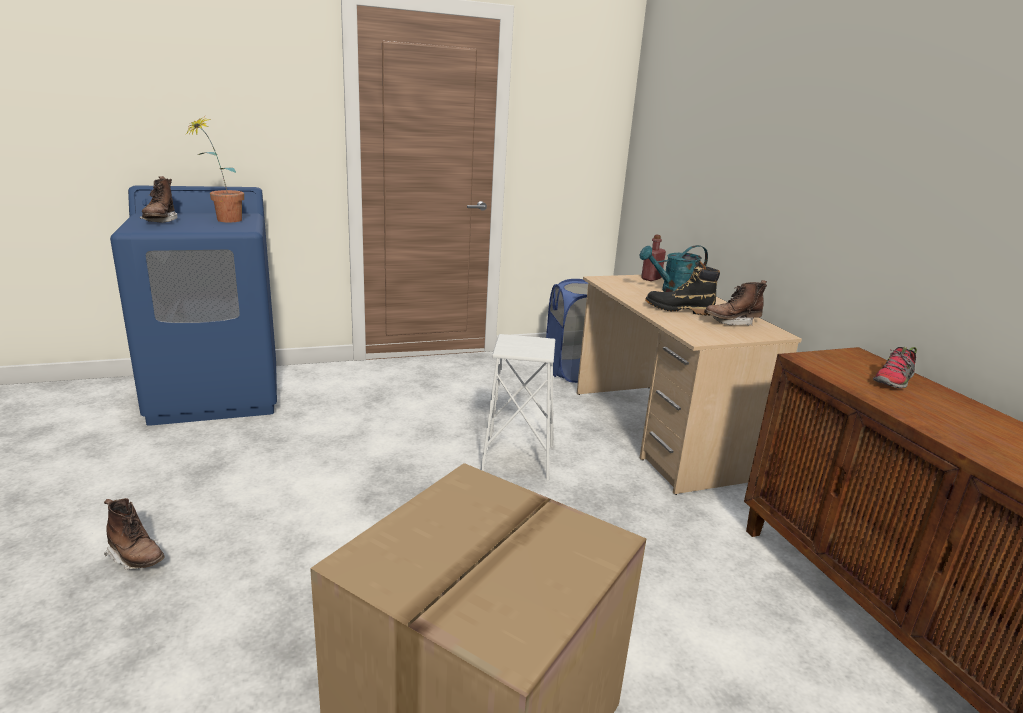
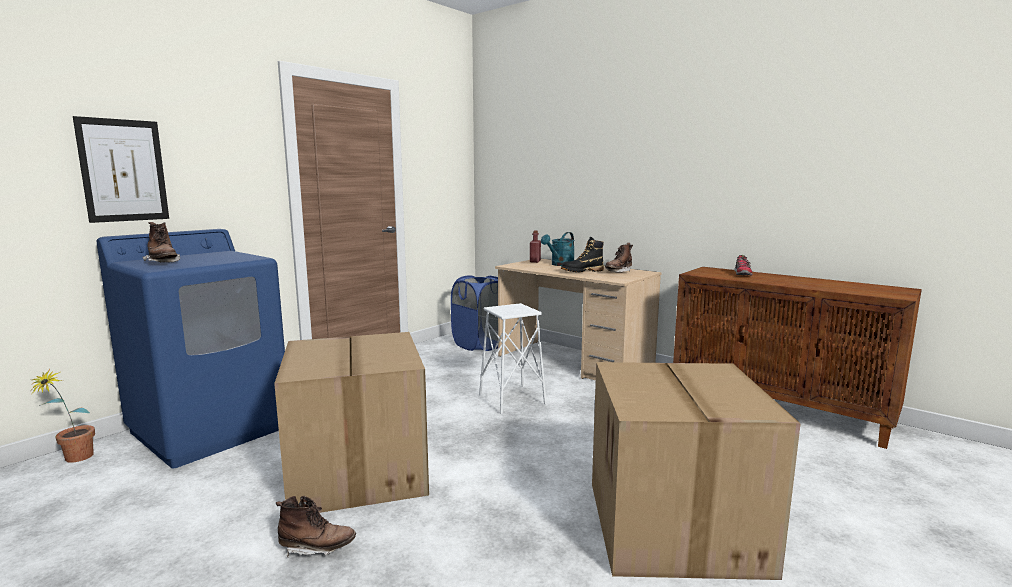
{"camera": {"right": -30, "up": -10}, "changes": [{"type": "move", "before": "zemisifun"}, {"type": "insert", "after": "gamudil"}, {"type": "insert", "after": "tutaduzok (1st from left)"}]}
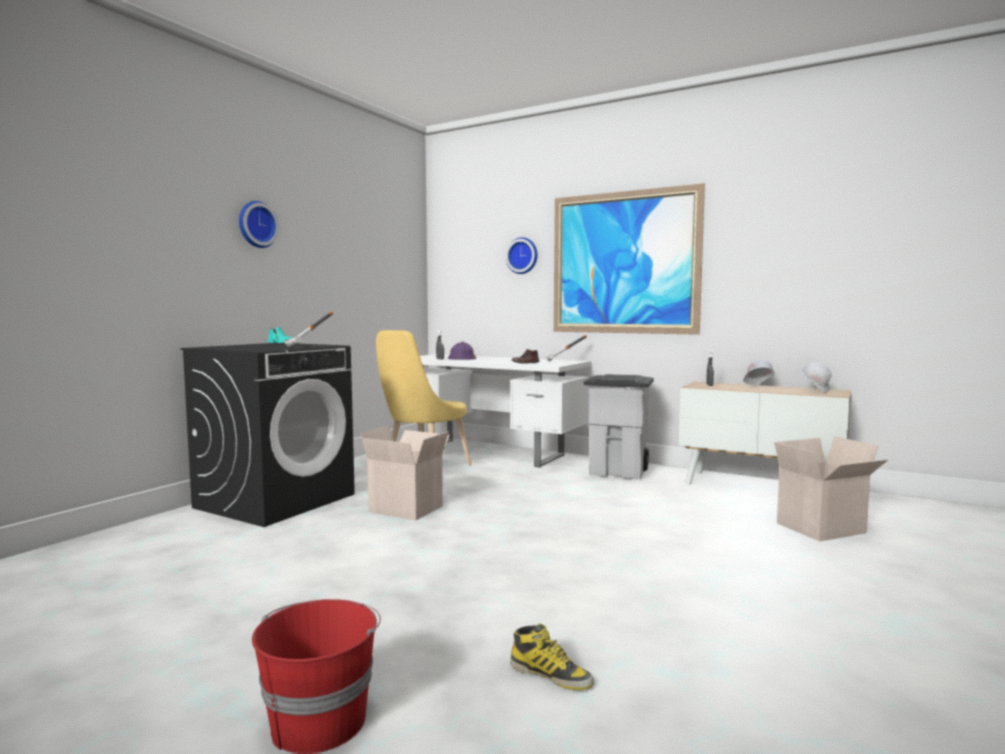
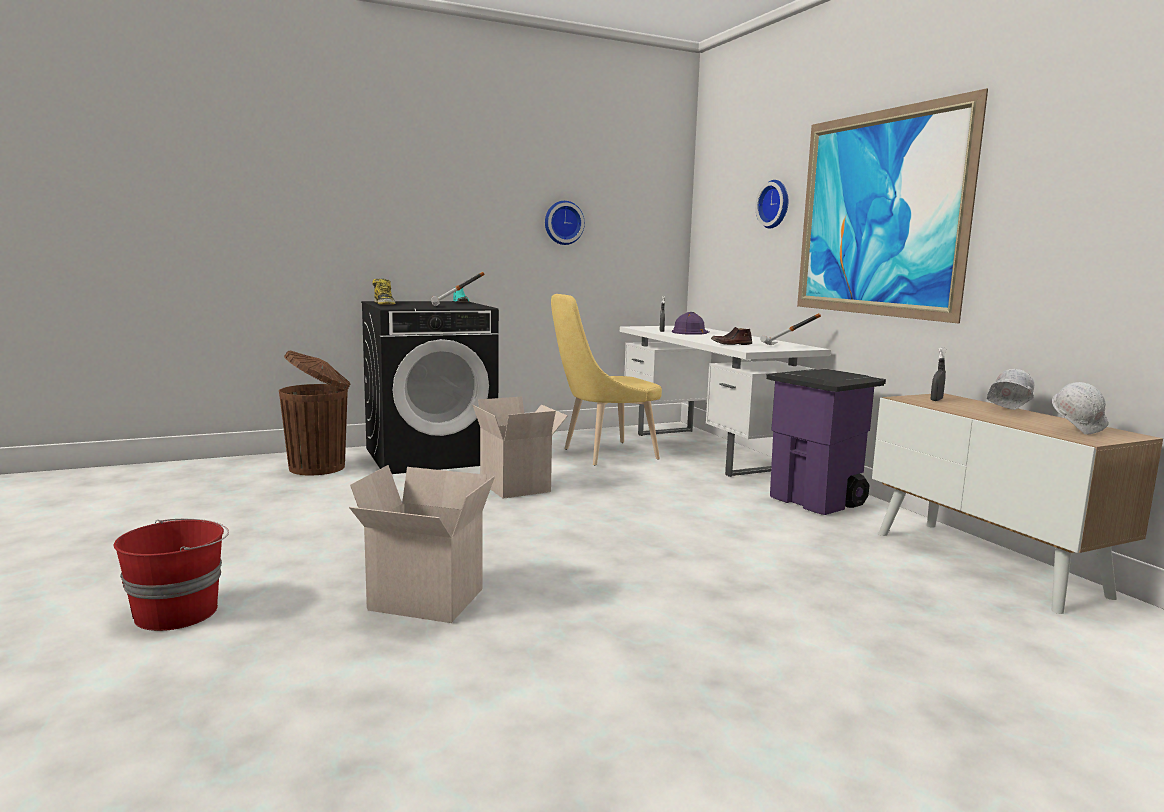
{"camera": {"right": 35, "up": 5}, "changes": [{"type": "move", "before": "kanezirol (1st from left)"}, {"type": "recolor", "before": "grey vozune", "after": "purple vozune"}, {"type": "move", "before": "tutaduzok (2nd from left in the first image)", "after": "tutaduzok (1st from left)"}, {"type": "move", "before": "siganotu"}, {"type": "insert", "after": "brown vozune"}]}
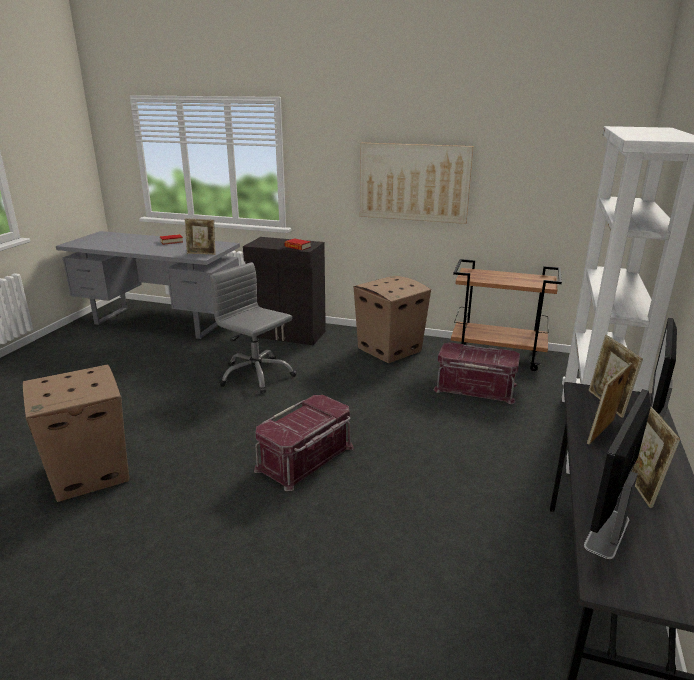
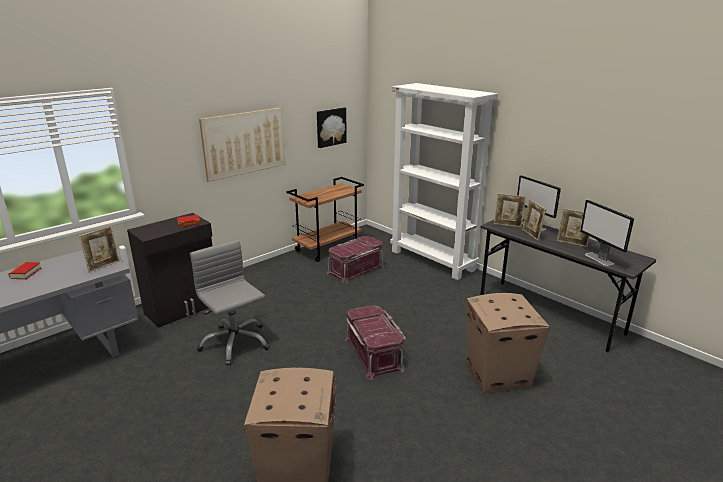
{"camera": {"right": -60, "up": 0}, "changes": [{"type": "rotate", "before": "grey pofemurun", "turn": 75}, {"type": "move", "before": "tutaduzok (2nd from left)"}, {"type": "insert", "after": "gamudil (2nd from left)"}]}
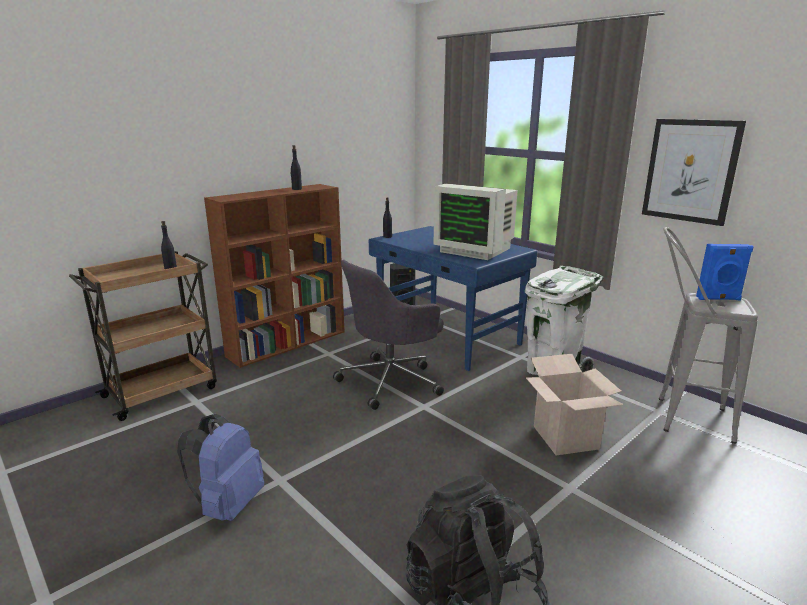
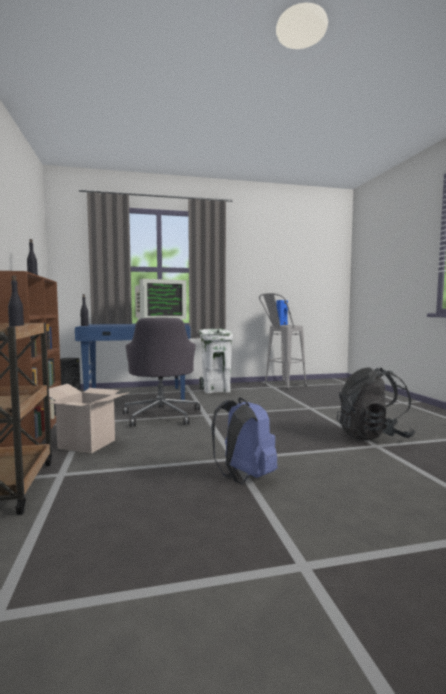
{"camera": {"right": -60, "up": -15}, "changes": [{"type": "delete", "before": "gamudil"}, {"type": "move", "before": "tutaduzok"}]}
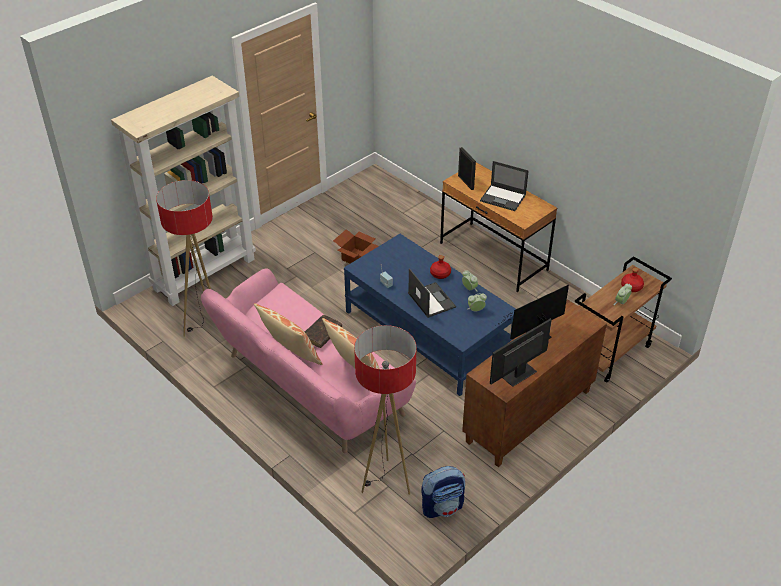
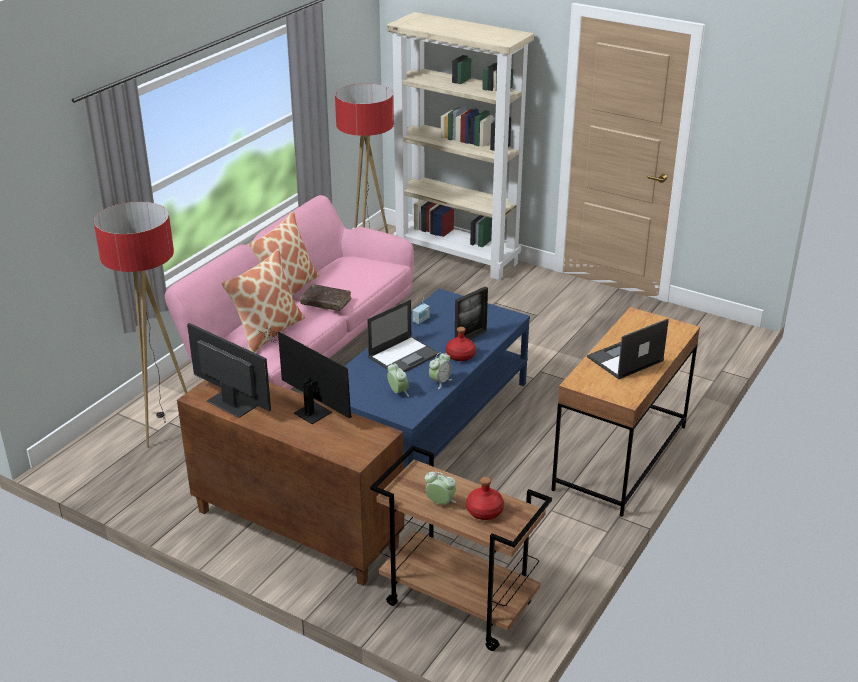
{"camera": {"right": 75, "up": -10}, "changes": [{"type": "move", "before": "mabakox"}, {"type": "rotate", "before": "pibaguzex (2nd from left)", "turn": 45}, {"type": "delete", "before": "tutaduzok"}, {"type": "delete", "before": "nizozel"}]}
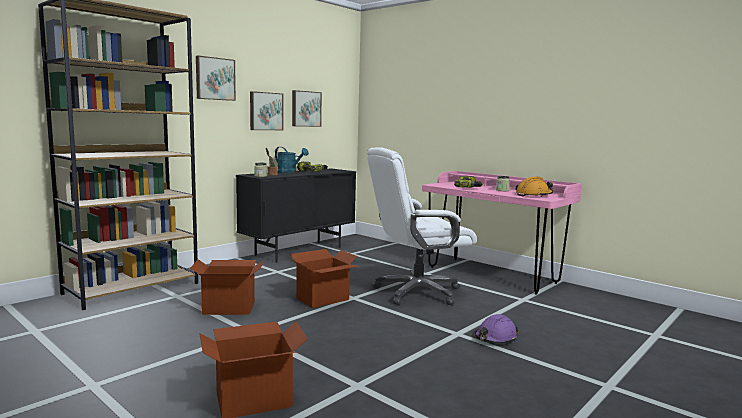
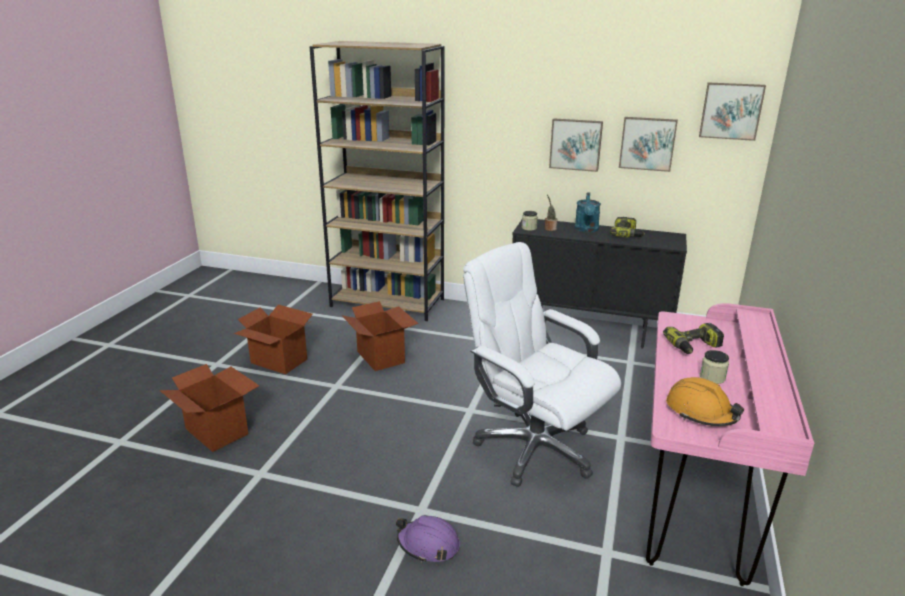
{"camera": {"right": 65, "up": 15}, "changes": [{"type": "move", "before": "gamudil (1st from left in the first image)", "after": "gamudil (3rd from left)"}, {"type": "move", "before": "tutaduzok (3rd from left in the first image)", "after": "tutaduzok (2nd from left)"}]}
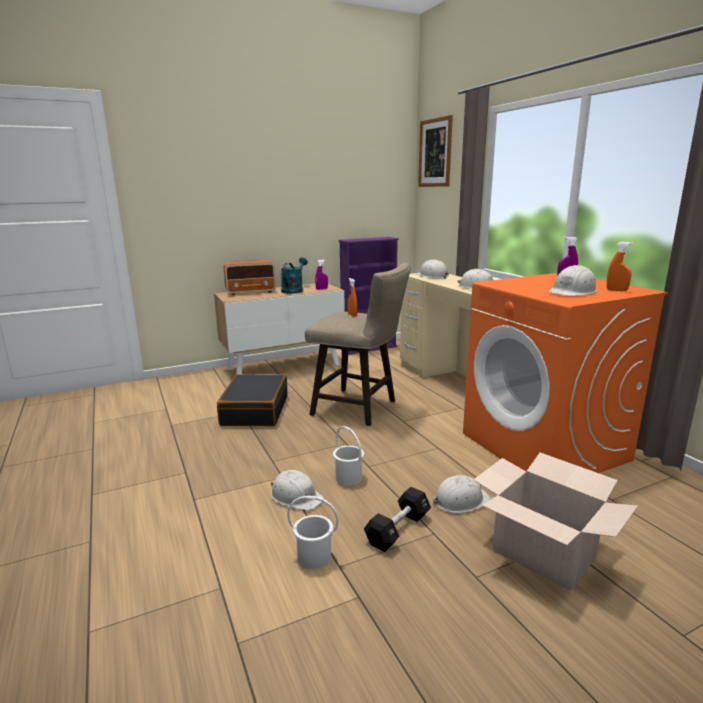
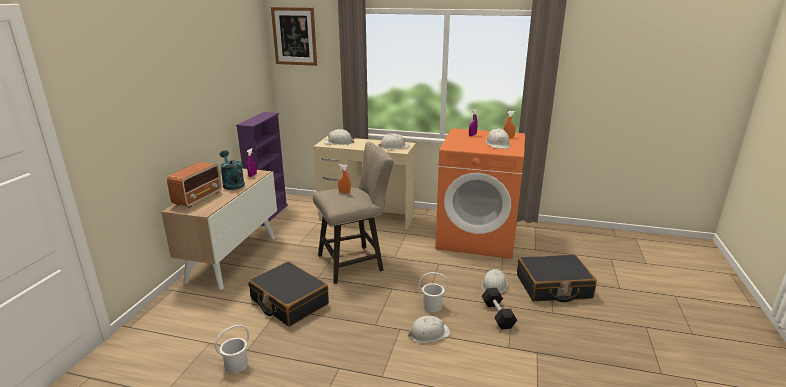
{"camera": {"right": -50, "up": 5}, "changes": [{"type": "replace", "before": "tutaduzok", "after": "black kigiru (2nd from left)"}, {"type": "move", "before": "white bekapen (1st from left)"}]}
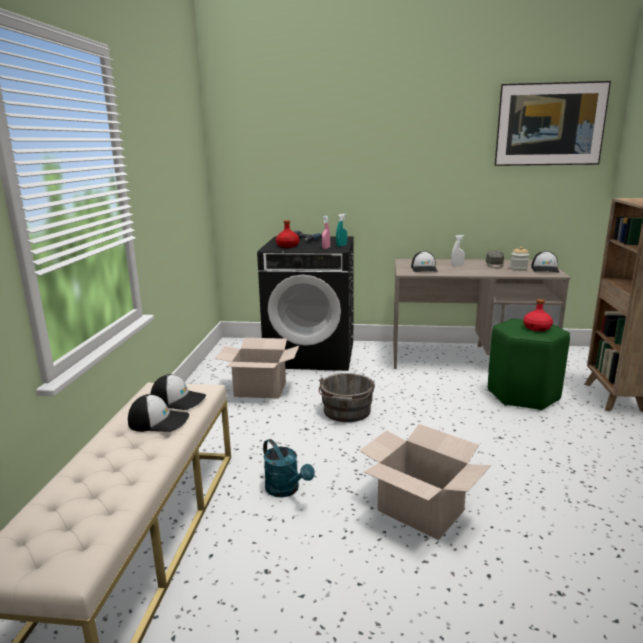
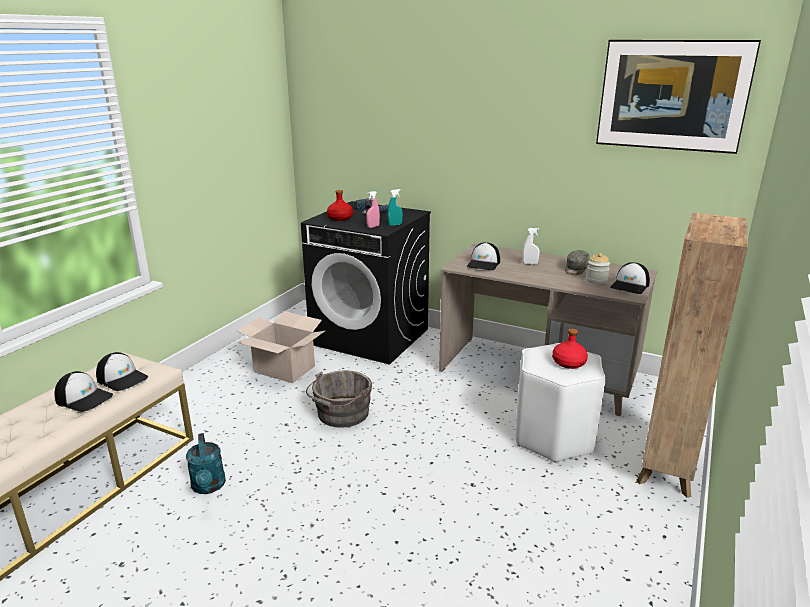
{"camera": {"right": 20, "up": 5}, "changes": [{"type": "recolor", "before": "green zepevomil", "after": "white zepevomil"}, {"type": "delete", "before": "tutaduzok (2nd from left)"}]}
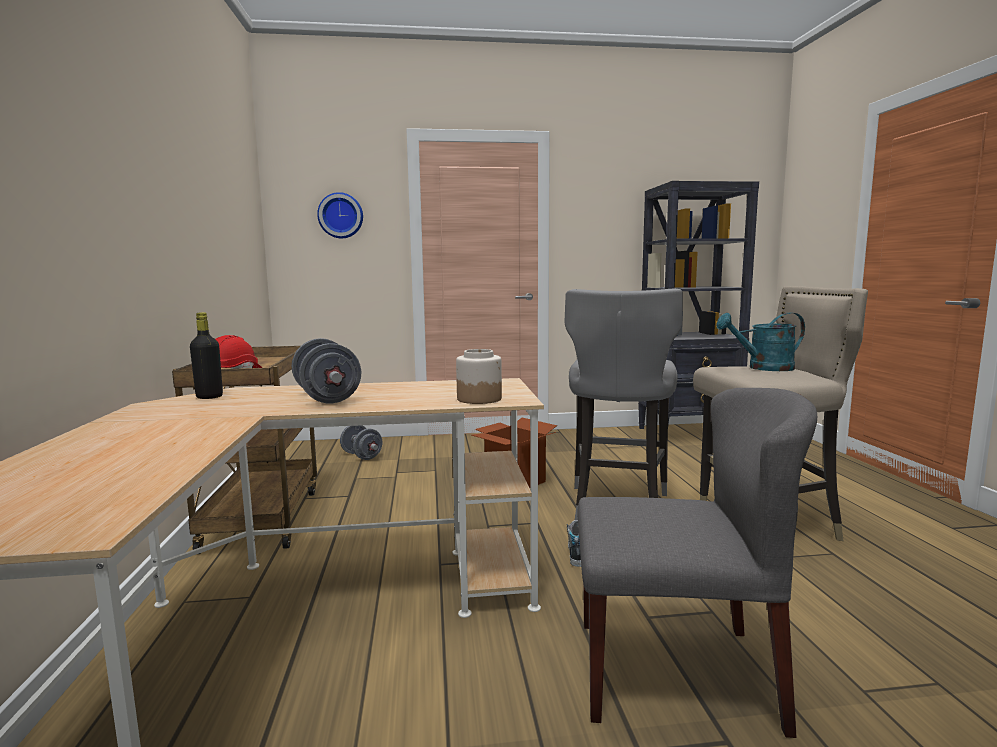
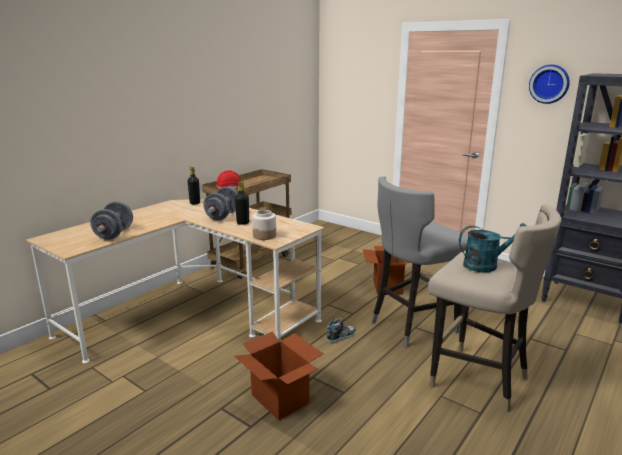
{"camera": {"right": 45, "up": 10}, "changes": [{"type": "move", "before": "kanezirol"}, {"type": "rotate", "before": "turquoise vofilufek", "turn": 135}, {"type": "replace", "before": "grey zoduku", "after": "tutaduzok (1st from left)"}, {"type": "move", "before": "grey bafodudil (2nd from left in the first image)", "after": "grey bafodudil (1st from left)"}, {"type": "insert", "after": "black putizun (2nd from left)"}]}
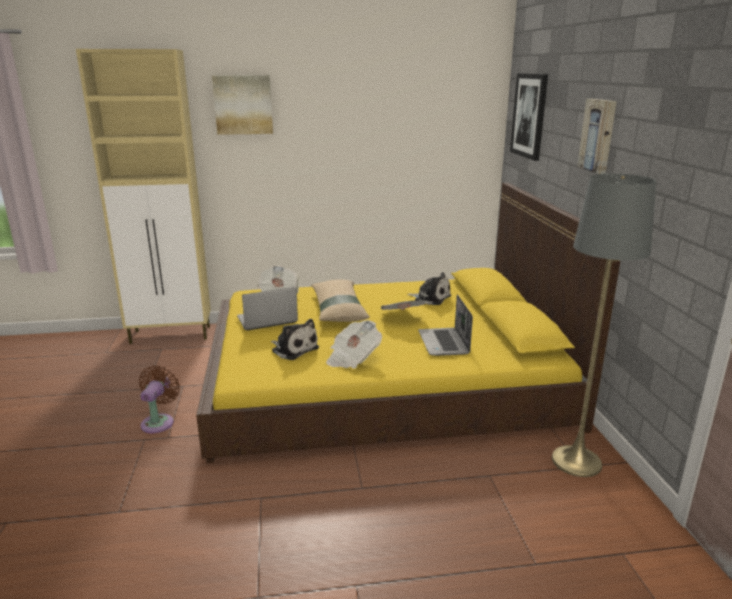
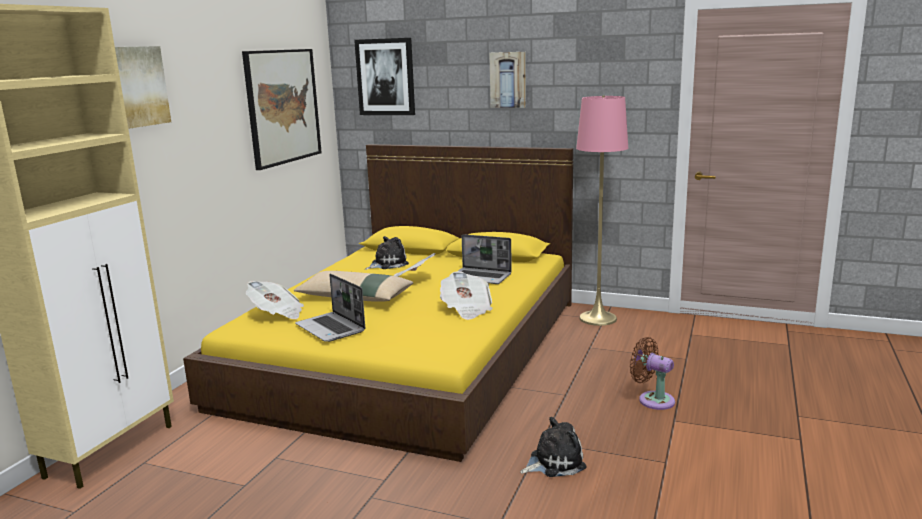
{"camera": {"right": -60, "up": -5}, "changes": [{"type": "recolor", "before": "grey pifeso", "after": "pink pifeso"}, {"type": "rotate", "before": "pibaguzex (1st from left)", "turn": -45}, {"type": "move", "before": "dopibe (1st from left in the first image)", "after": "dopibe (2nd from left)"}, {"type": "move", "before": "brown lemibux"}, {"type": "insert", "after": "gamudil (2nd from left)"}]}
